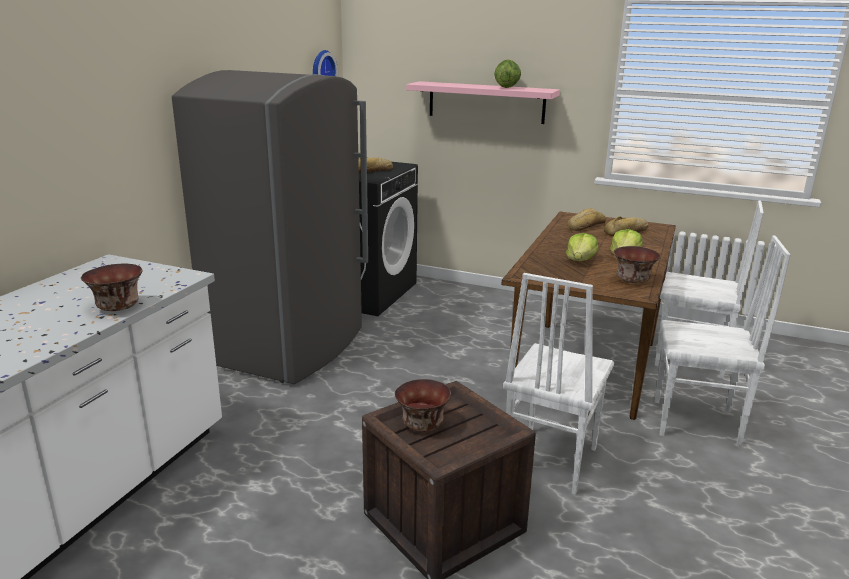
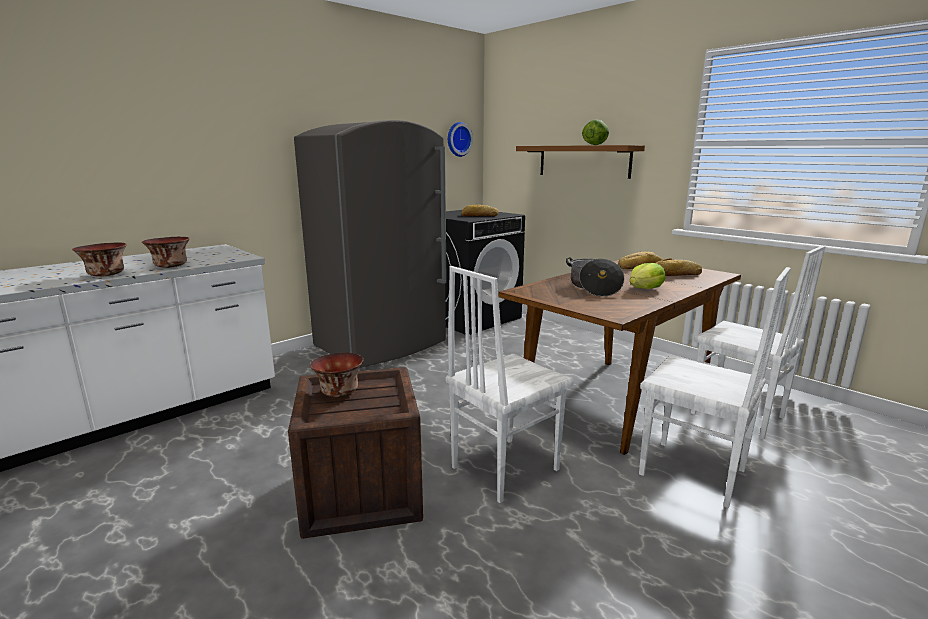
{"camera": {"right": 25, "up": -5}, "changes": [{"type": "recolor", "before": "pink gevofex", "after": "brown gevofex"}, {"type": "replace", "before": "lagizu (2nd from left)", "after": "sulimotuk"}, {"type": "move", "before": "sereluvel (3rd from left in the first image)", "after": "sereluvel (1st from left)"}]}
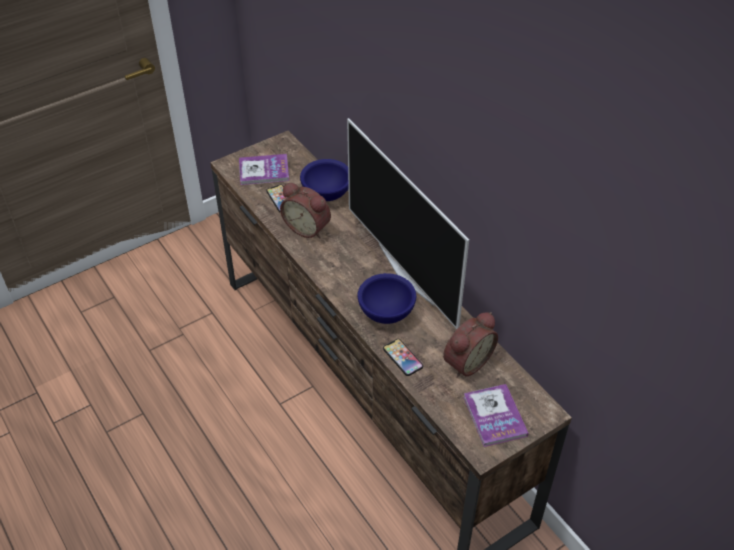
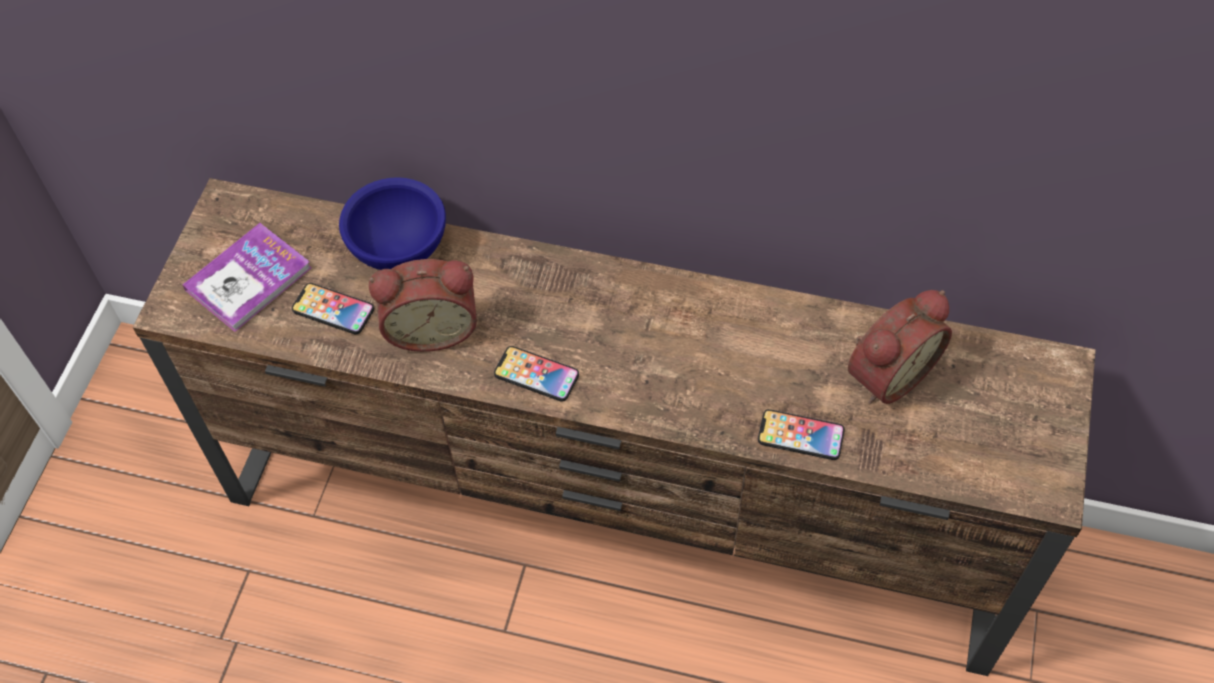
{"camera": {"right": -40, "up": 10}, "changes": [{"type": "delete", "before": "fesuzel"}, {"type": "delete", "before": "blue sereluvel (2nd from left)"}, {"type": "rotate", "before": "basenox (2nd from left)", "turn": 45}, {"type": "delete", "before": "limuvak (2nd from left)"}, {"type": "insert", "after": "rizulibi (2nd from left)"}]}
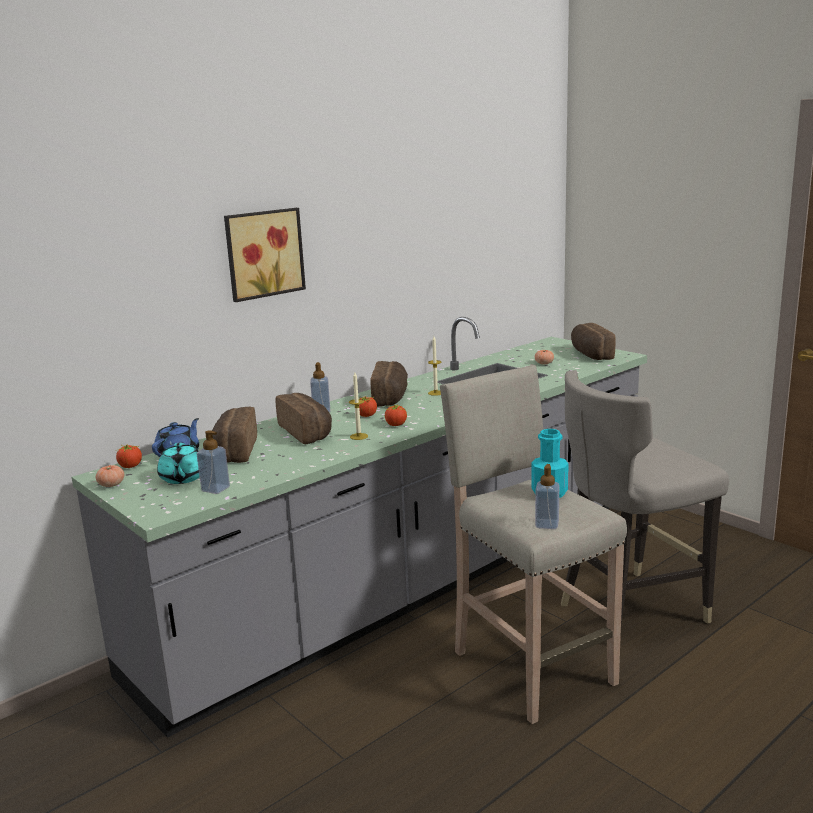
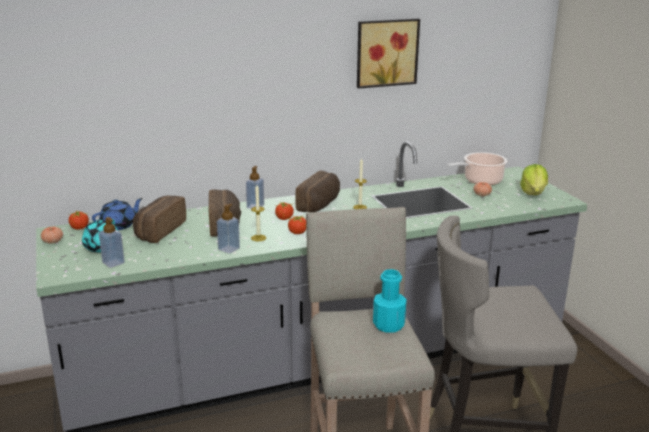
{"camera": {"right": 20, "up": 5}, "changes": [{"type": "move", "before": "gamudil"}, {"type": "replace", "before": "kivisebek (4th from left)", "after": "lagizu"}, {"type": "move", "before": "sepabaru (3rd from left in the first image)", "after": "sepabaru (2nd from left)"}, {"type": "insert", "after": "sulimotuk"}]}
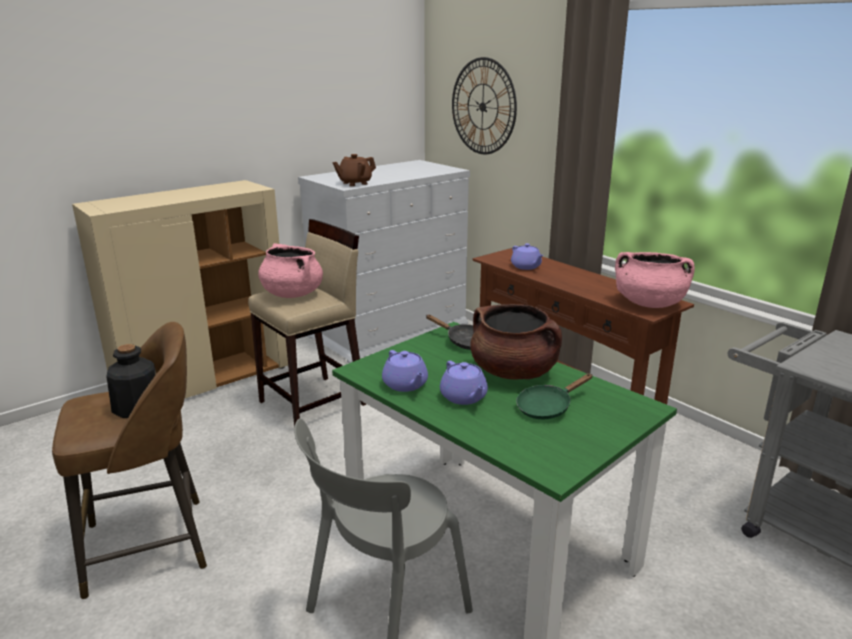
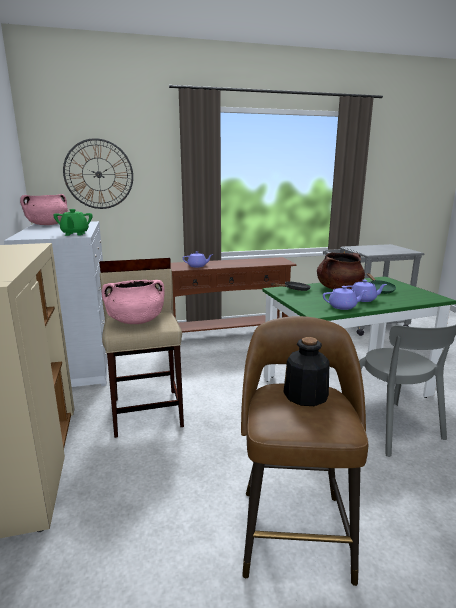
{"camera": {"right": -65, "up": -5}, "changes": [{"type": "recolor", "before": "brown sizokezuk", "after": "green sizokezuk"}, {"type": "move", "before": "pink sulimotuk (2nd from left in the first image)", "after": "pink sulimotuk (1st from left)"}]}
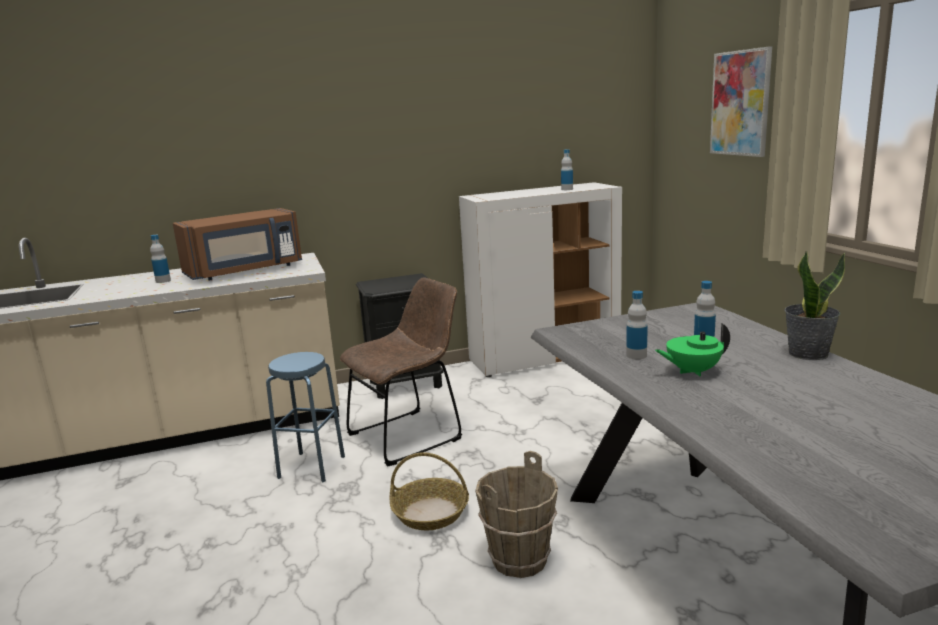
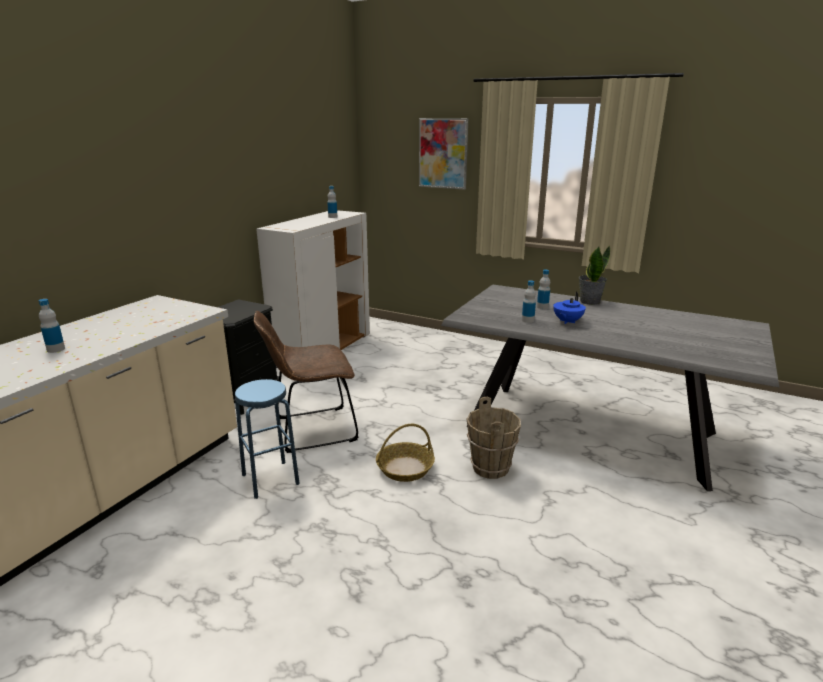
{"camera": {"right": -45, "up": 5}, "changes": [{"type": "delete", "before": "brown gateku"}, {"type": "rotate", "before": "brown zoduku", "turn": -120}, {"type": "recolor", "before": "green sizokezuk", "after": "blue sizokezuk"}]}
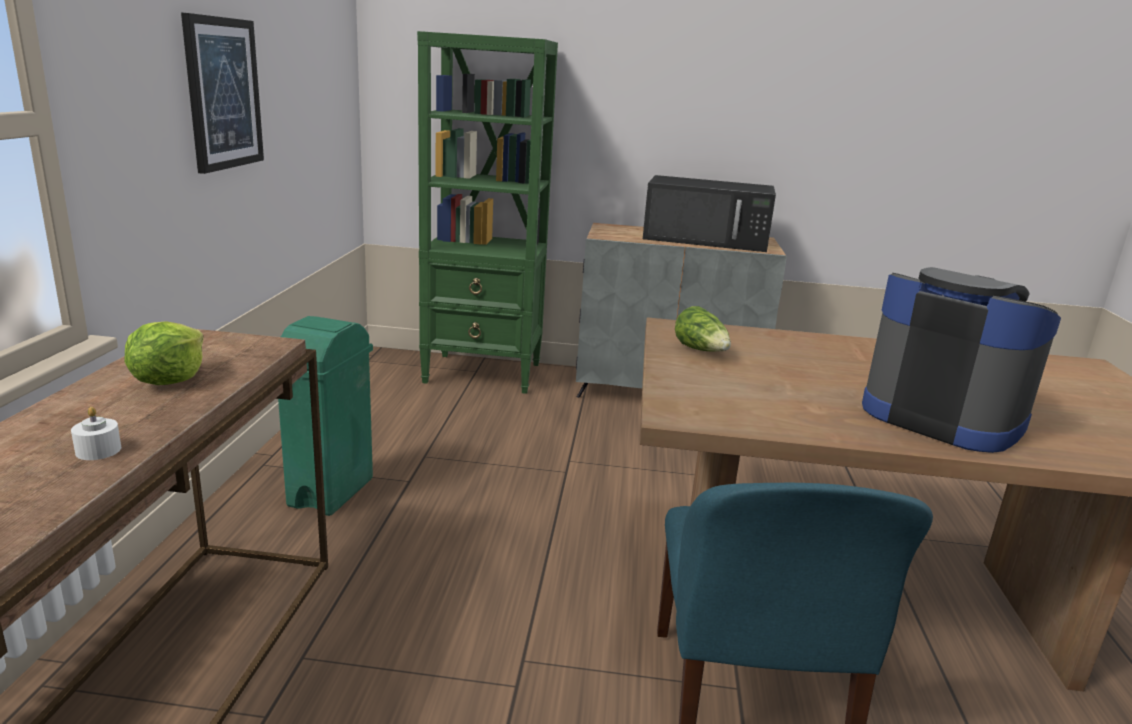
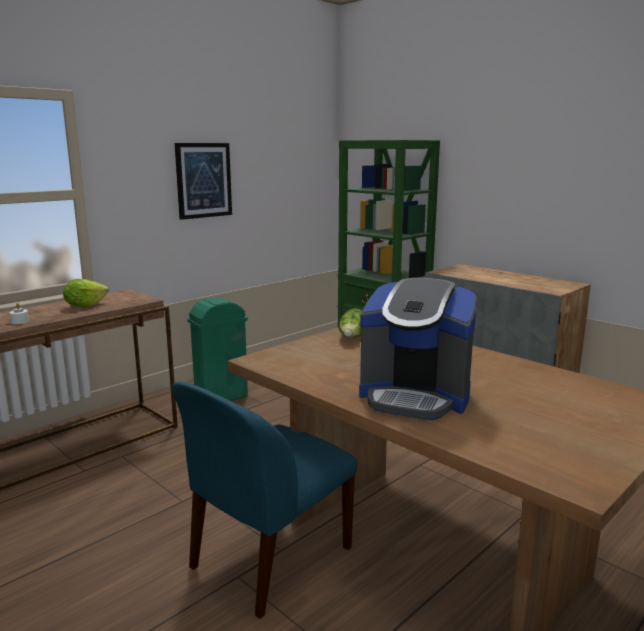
{"camera": {"right": 40, "up": -5}, "changes": [{"type": "delete", "before": "black gateku"}, {"type": "rotate", "before": "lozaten", "turn": 120}]}
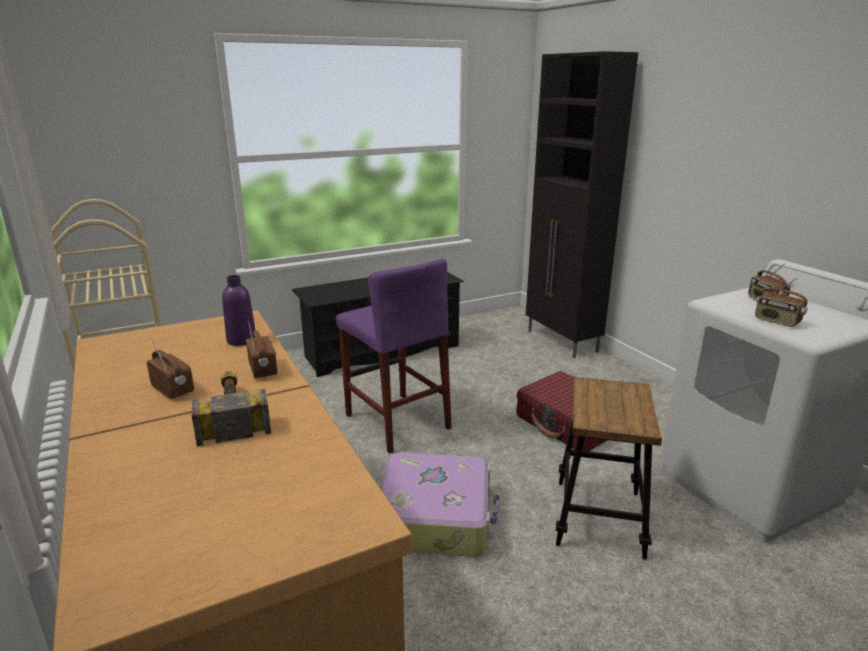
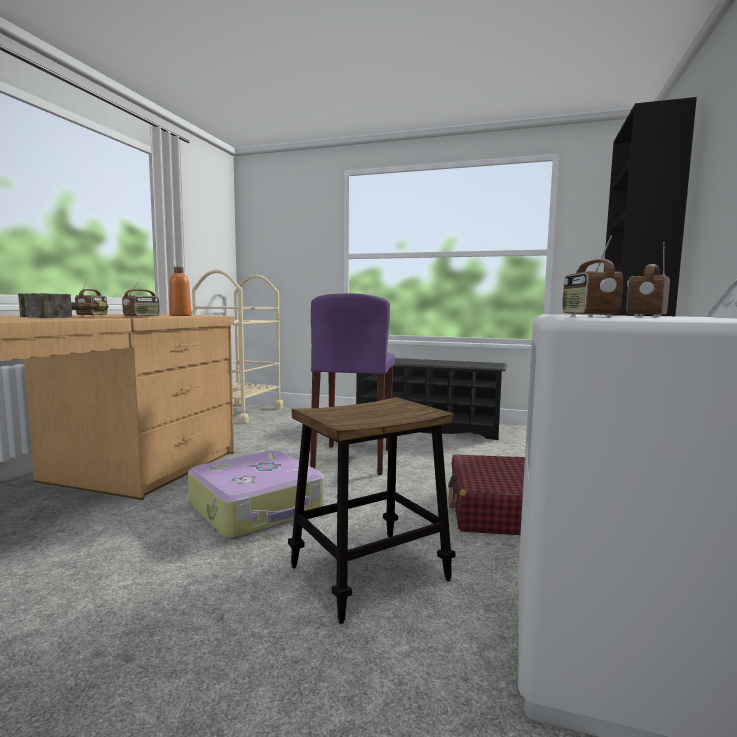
{"camera": {"right": 45, "up": -15}, "changes": [{"type": "recolor", "before": "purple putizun", "after": "orange putizun"}]}
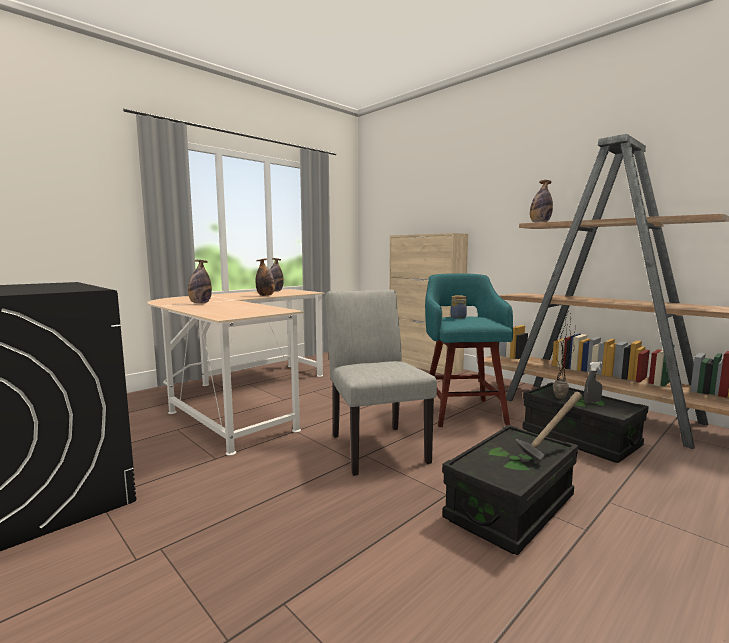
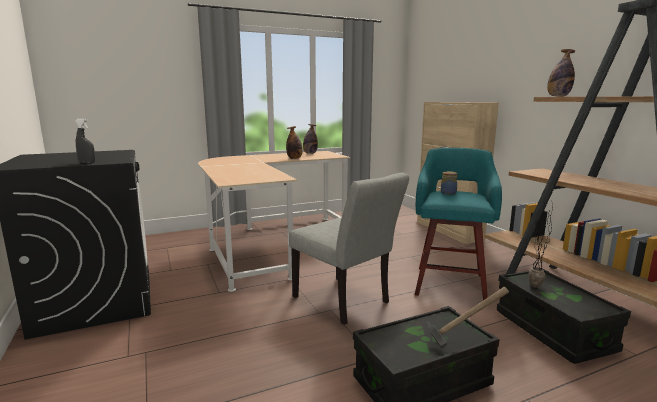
{"camera": {"right": 20, "up": 5}, "changes": [{"type": "delete", "before": "putizun (1st from left)"}, {"type": "rotate", "before": "grey zoduku", "turn": 135}, {"type": "move", "before": "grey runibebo"}]}
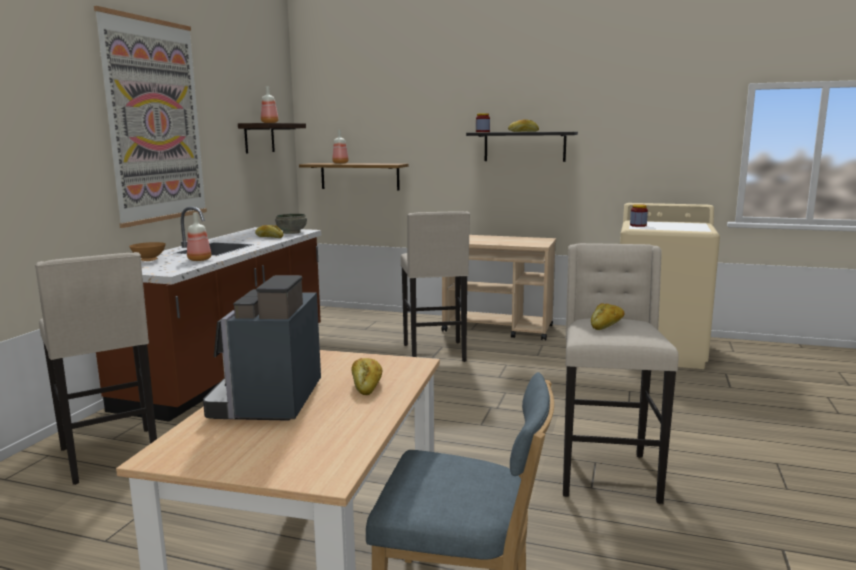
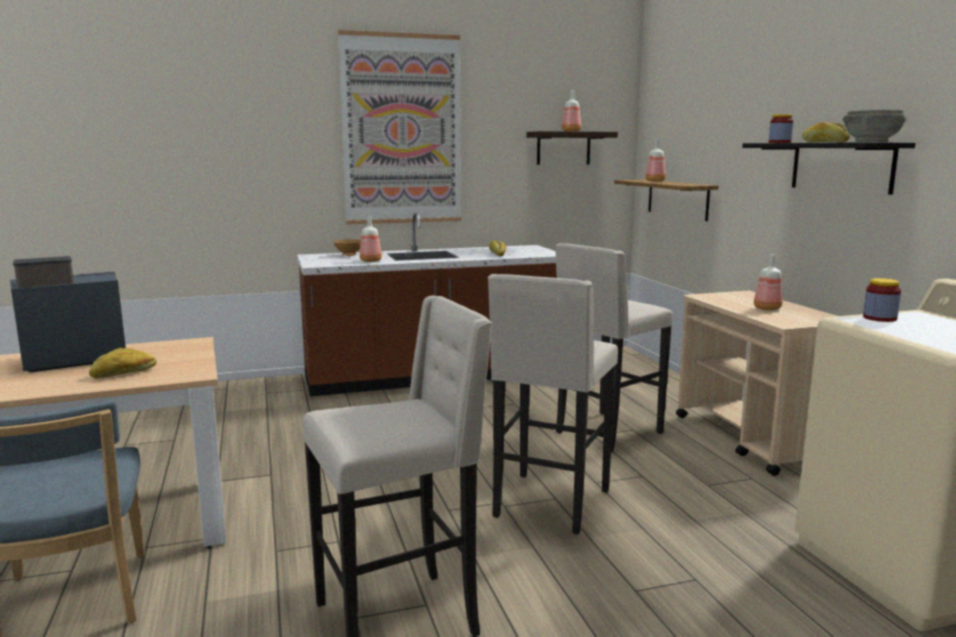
{"camera": {"right": 55, "up": 0}, "changes": [{"type": "move", "before": "grey sereluvel"}, {"type": "move", "before": "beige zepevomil (1st from left in the first image)", "after": "beige zepevomil (2nd from left)"}, {"type": "delete", "before": "kivisebek (4th from left)"}, {"type": "insert", "after": "putizun (4th from left)"}]}
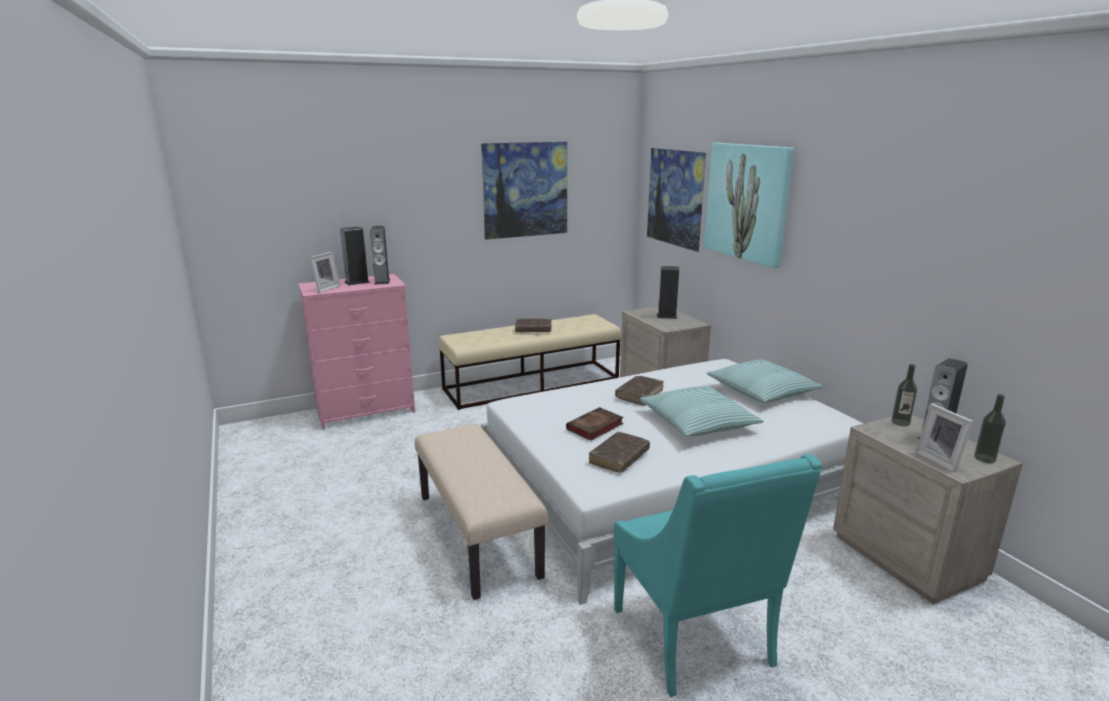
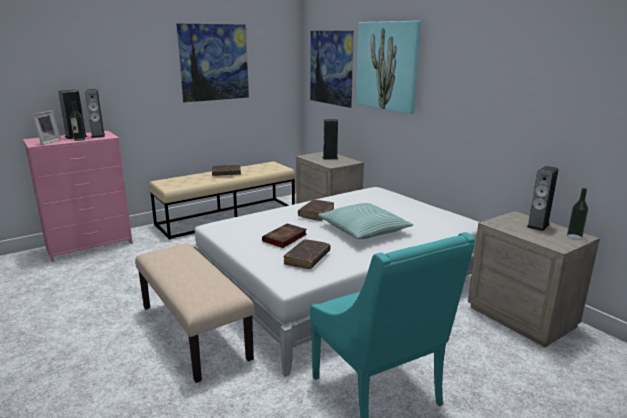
{"camera": {"right": -10, "up": 0}, "changes": [{"type": "delete", "before": "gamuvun (2nd from left)"}, {"type": "move", "before": "putizun (1st from left)"}, {"type": "delete", "before": "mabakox (2nd from left)"}]}
